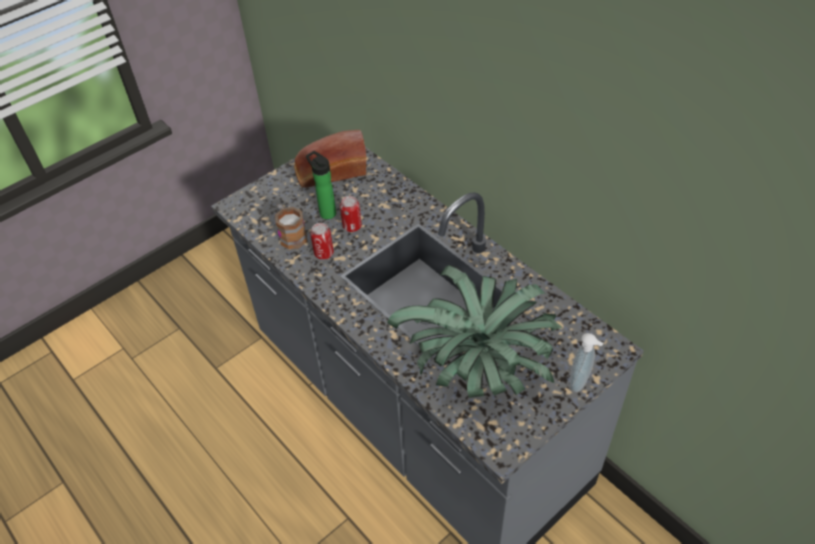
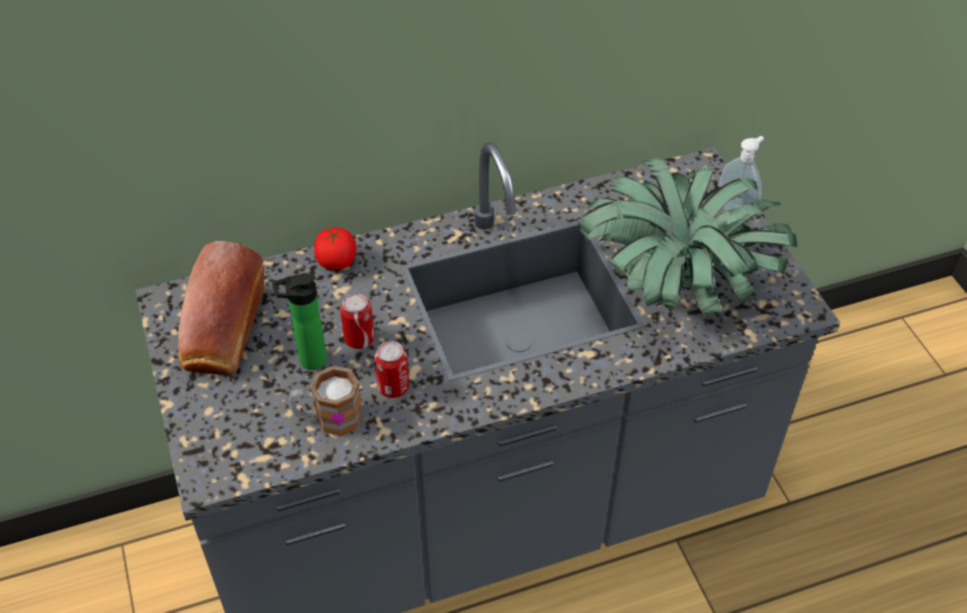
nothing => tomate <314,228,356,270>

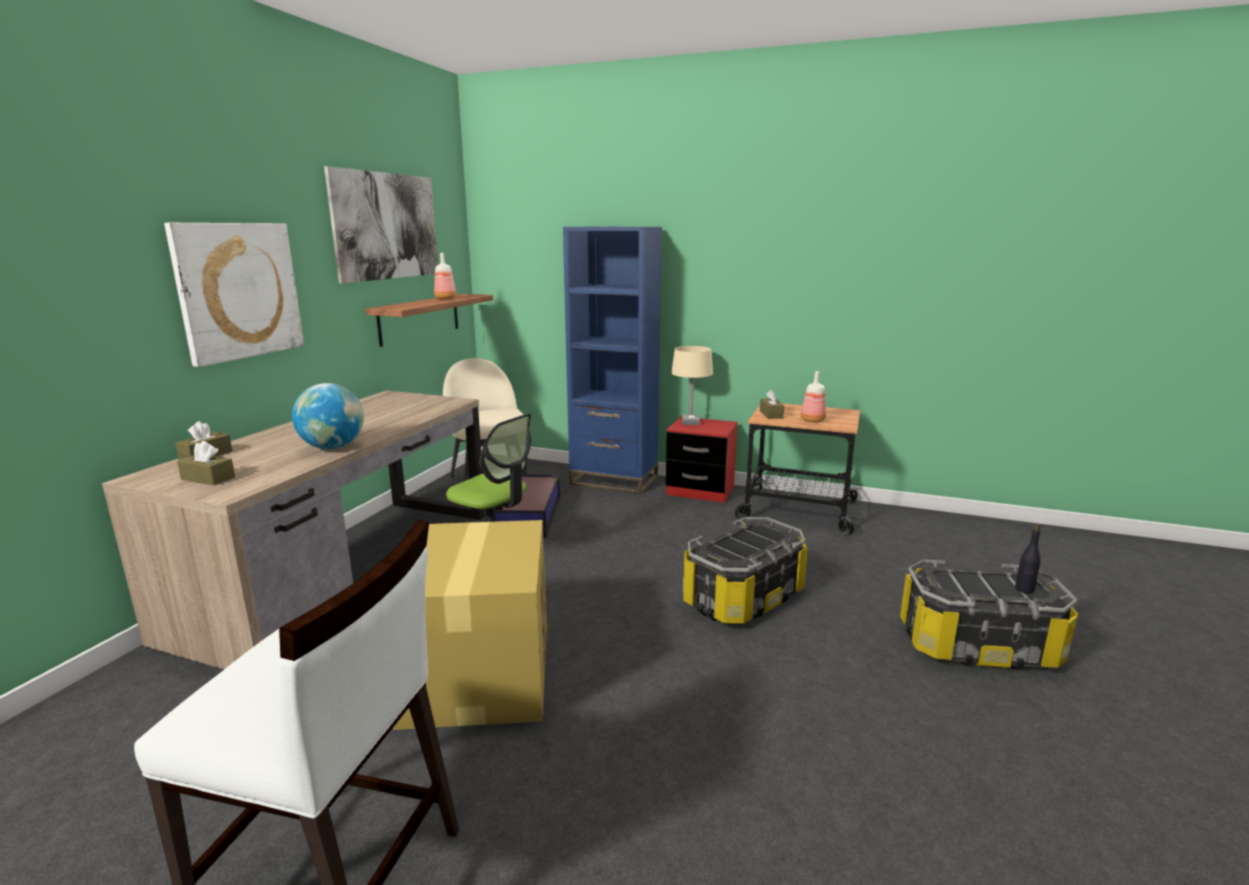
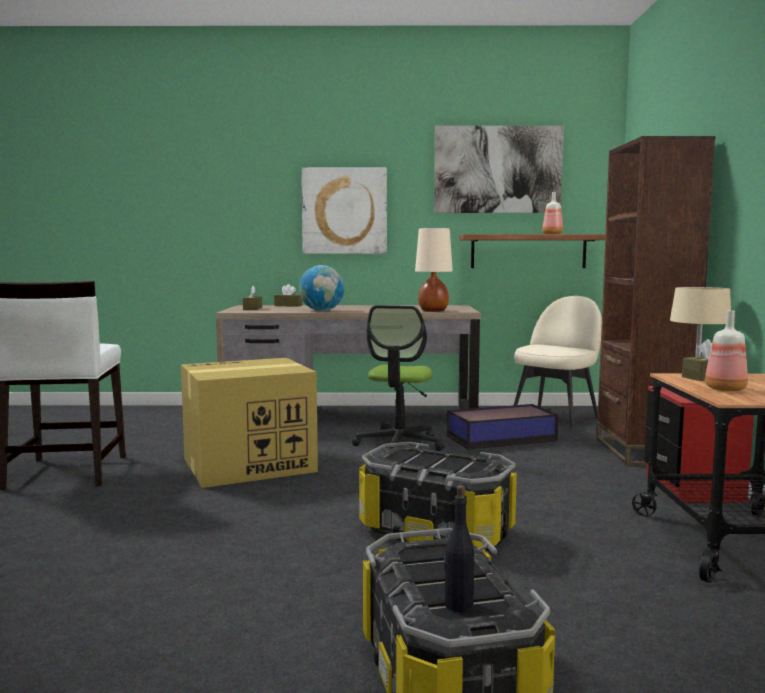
nothing => lámpara de mesa [beis] <415,228,453,312>
estantería [azul] <563,227,662,494> => estantería [marrón] <596,136,716,466>

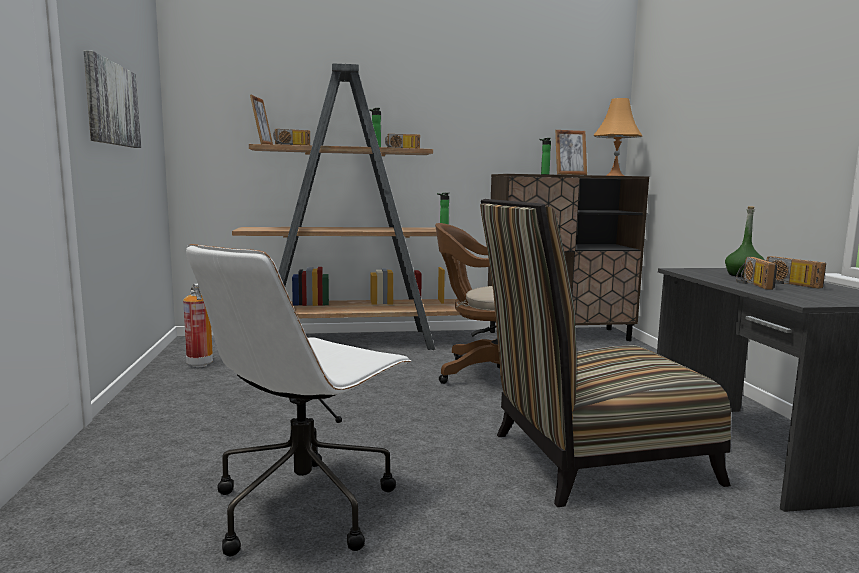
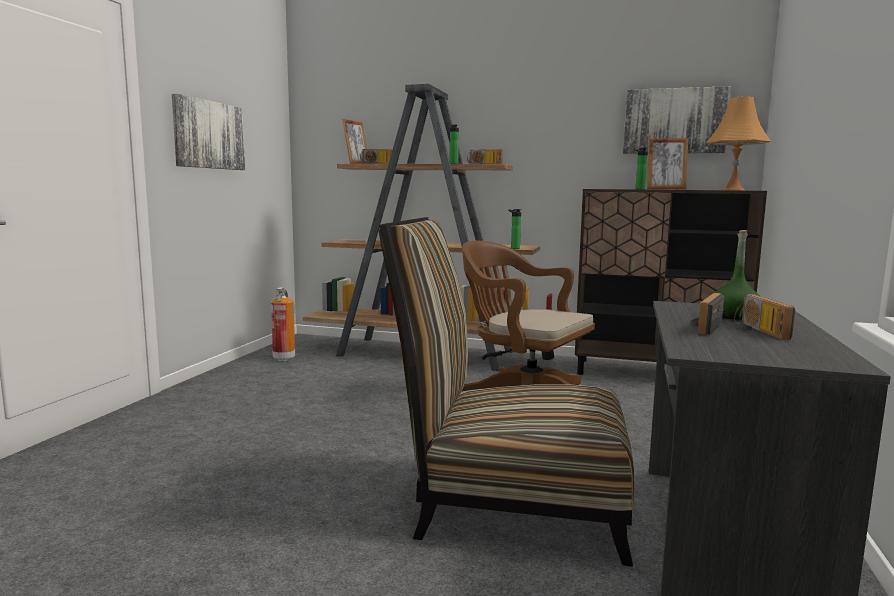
nothing => cuadro <623,86,731,154>
silla de oficina [blanco] <186,244,412,556> => nothing

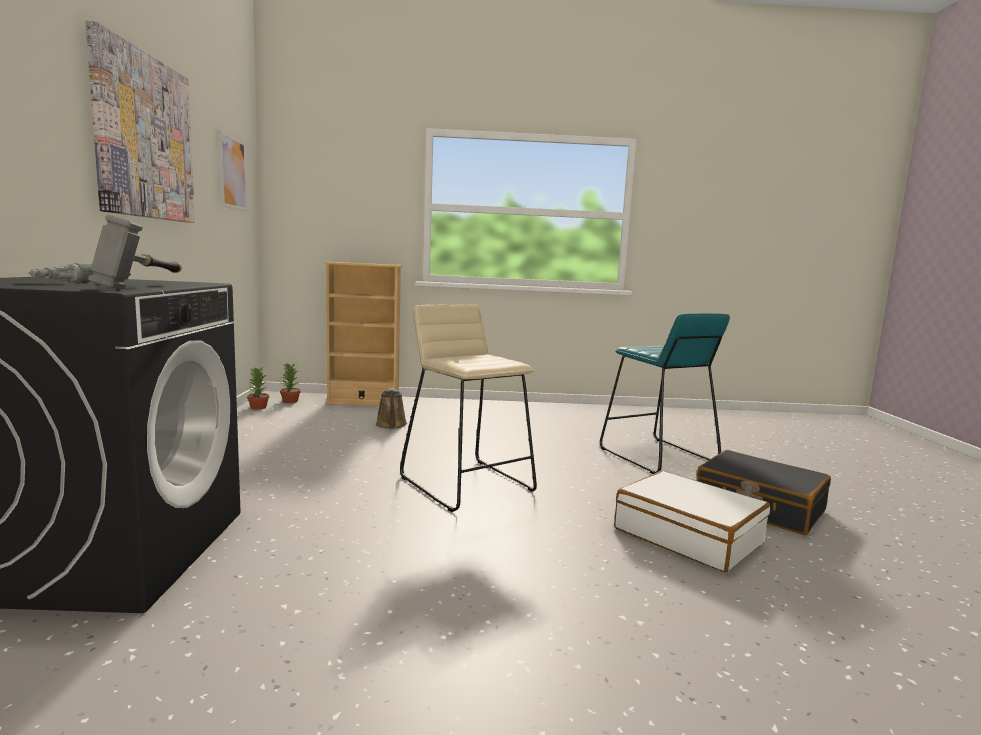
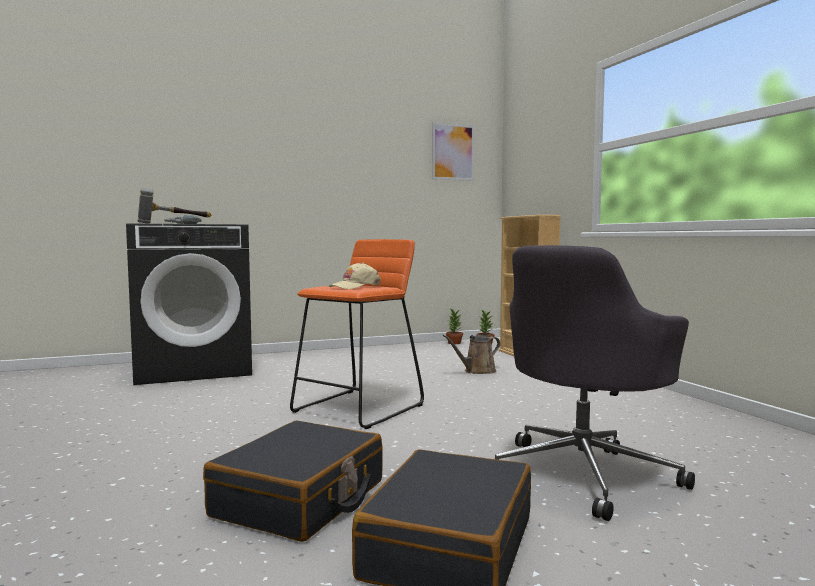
maleta [blanco] <614,471,770,572> => maleta [negro] <203,420,382,542>
taburete [beis] <400,304,537,512> => taburete [naranja] <290,239,424,429>
nothing => gorra [beis] <329,263,381,289>
taburete [turquesa] <600,313,730,474> => silla de oficina [gris] <495,245,695,521>
cuadro <85,21,195,223> => nothing

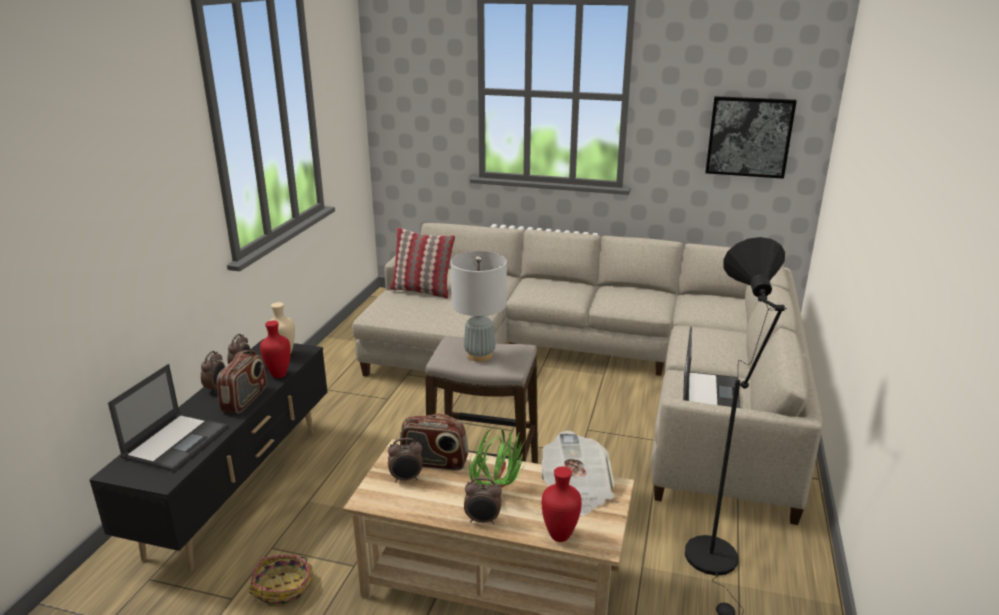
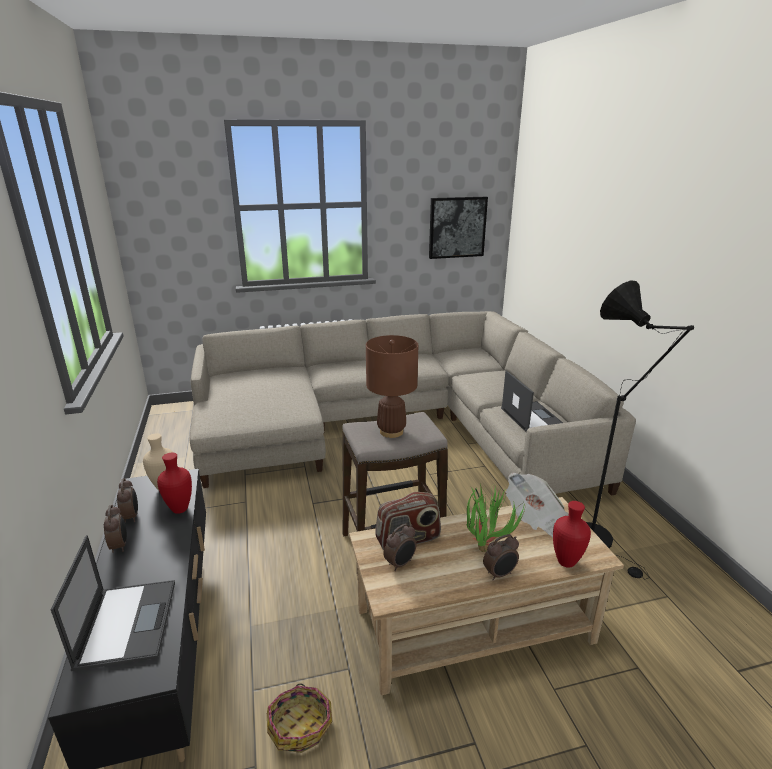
lámpara de mesa [gris] <451,251,507,362> => lámpara de mesa [marrón] <366,335,418,438>
radio <217,350,267,414> => nothing
cojín <390,227,455,298> => nothing

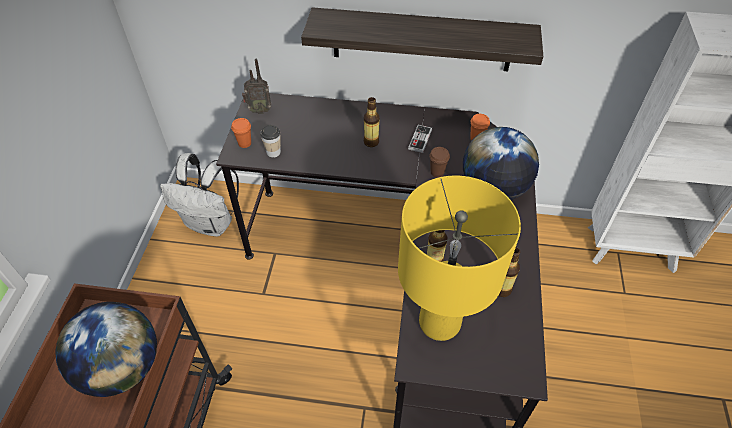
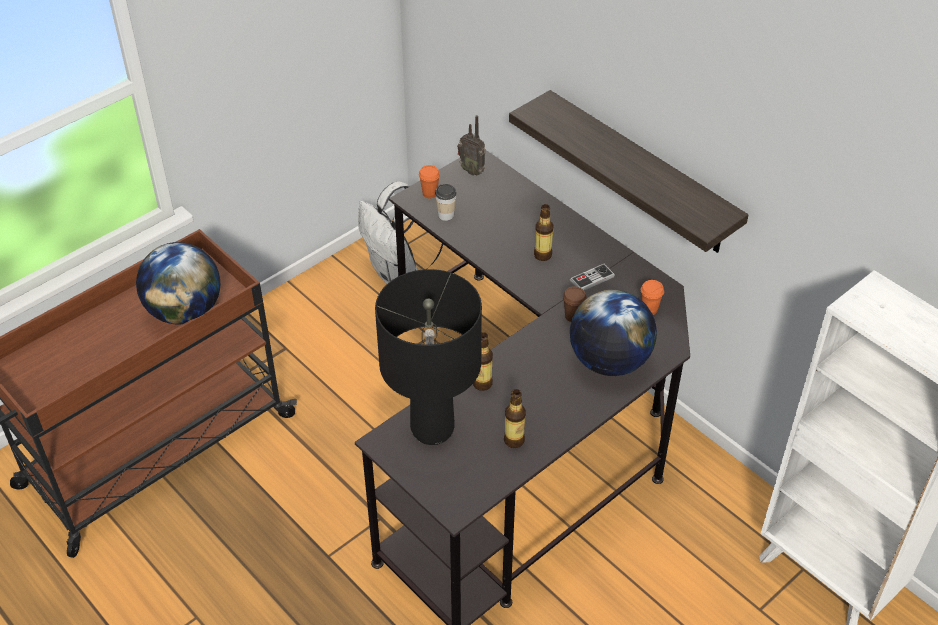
lámpara de mesa [amarillo] <398,176,521,341> => lámpara de mesa [negro] <375,269,482,445>

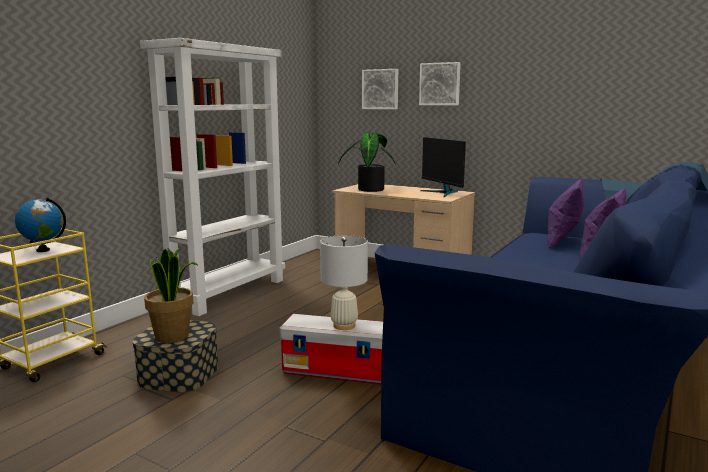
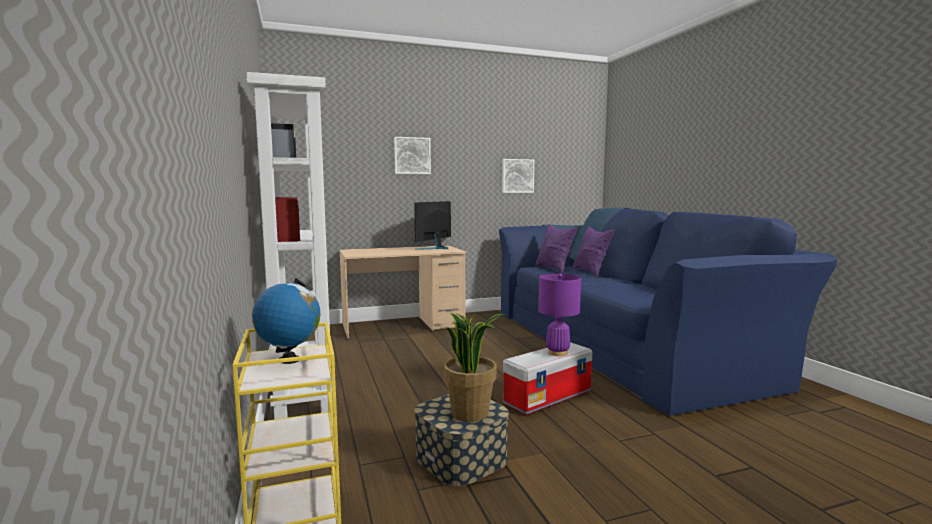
monitor <420,137,466,197> => monitor <414,201,451,250>, 105 degrees clockwise
cuadro <362,69,398,109> => cuadro <502,159,534,193>, moved
lámpara de mesa [blanco] <320,235,368,330> => lámpara de mesa [morado] <538,274,581,356>
planta en maceta <338,132,396,192> => nothing

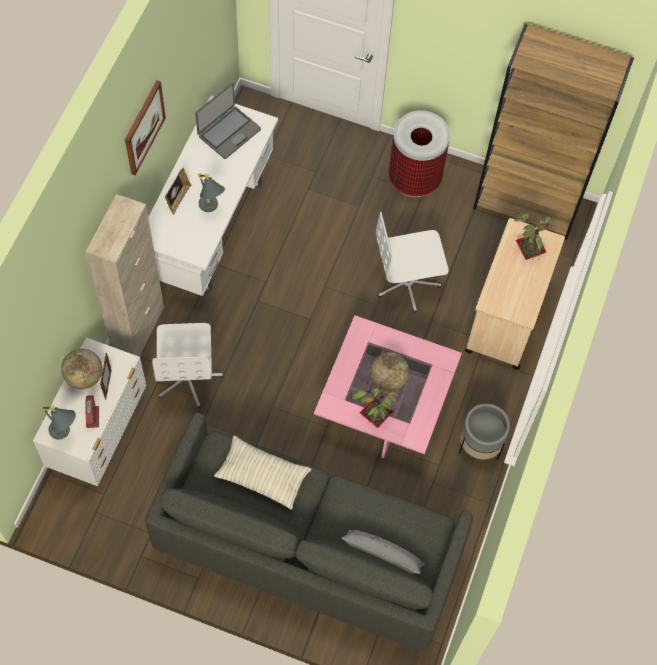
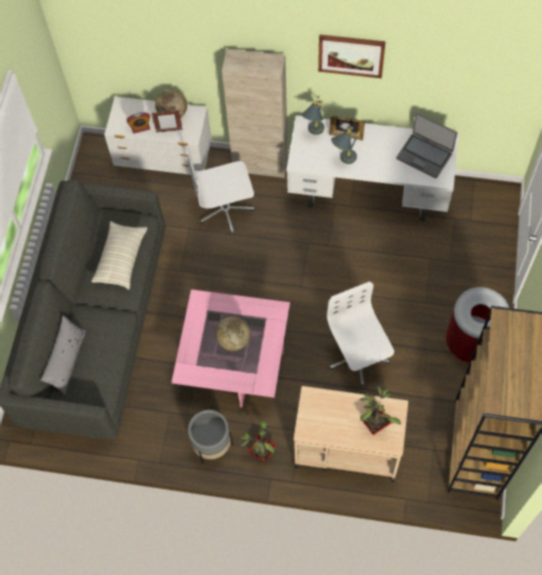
planta en maceta <351,384,400,428> => planta en maceta <239,419,276,462>, moved
lámpara de mesa [gris] <40,405,76,440> => lámpara de mesa [gris] <301,100,324,135>, moved

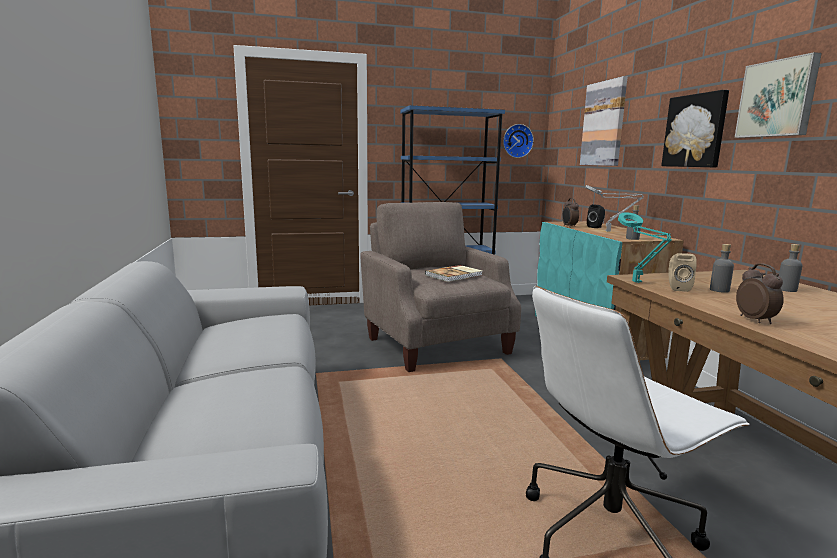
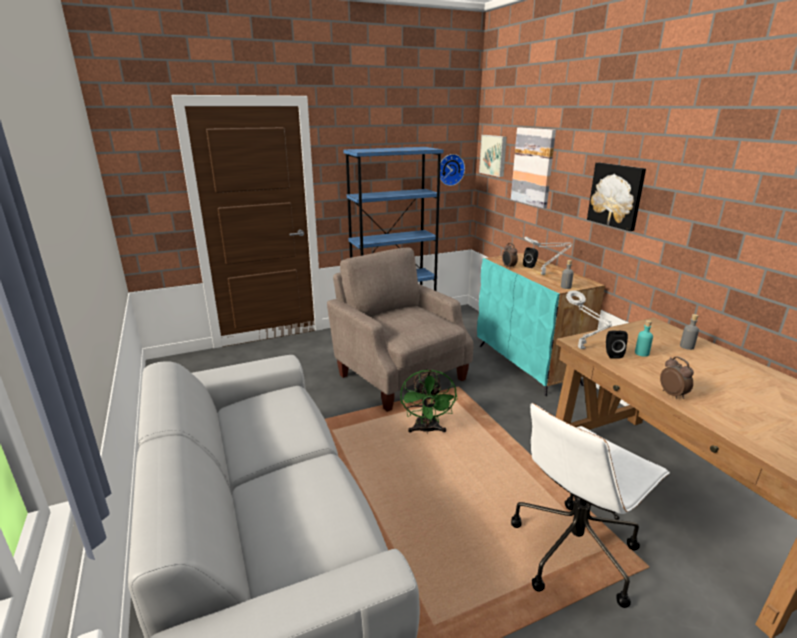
nothing => ventilador [verde] <400,369,458,433>
cuadro <735,52,822,138> => cuadro <479,135,507,177>, moved
lámpara de mesa [turquesa] <618,212,672,283> => lámpara de mesa [gris] <566,290,612,349>
altavoz [beis] <668,253,697,292> => altavoz [negro] <606,331,628,358>
botella [gris] <710,244,734,293> => botella [turquesa] <635,320,653,357>
libro <425,265,483,282> => nothing

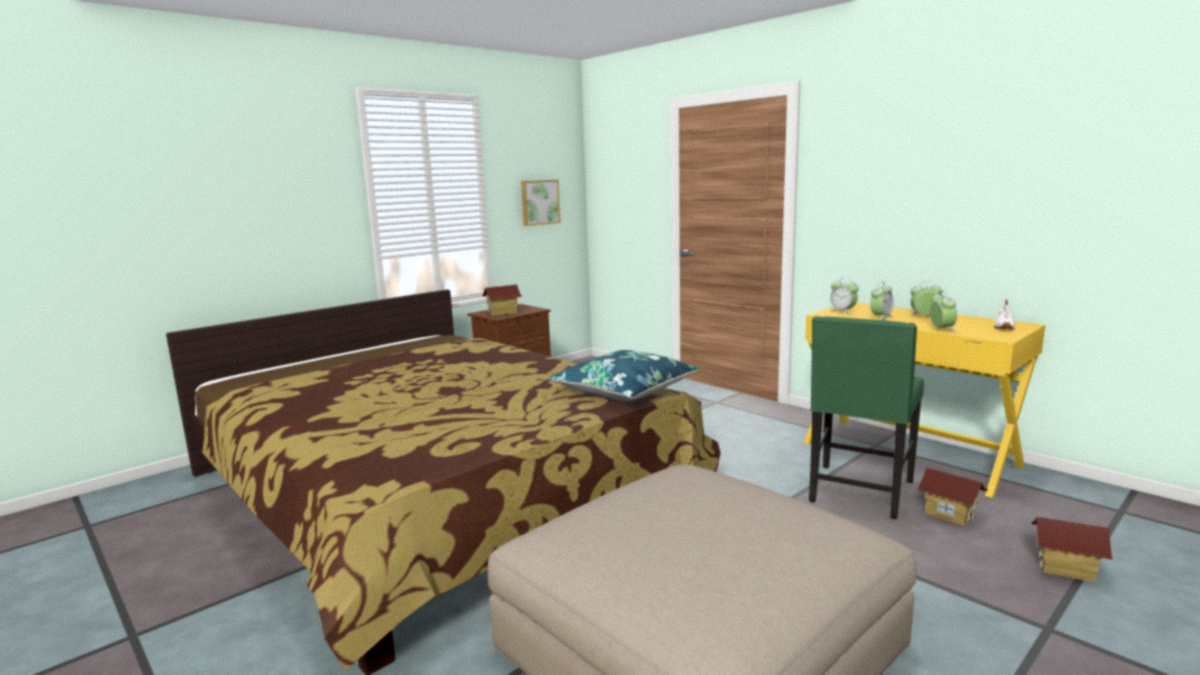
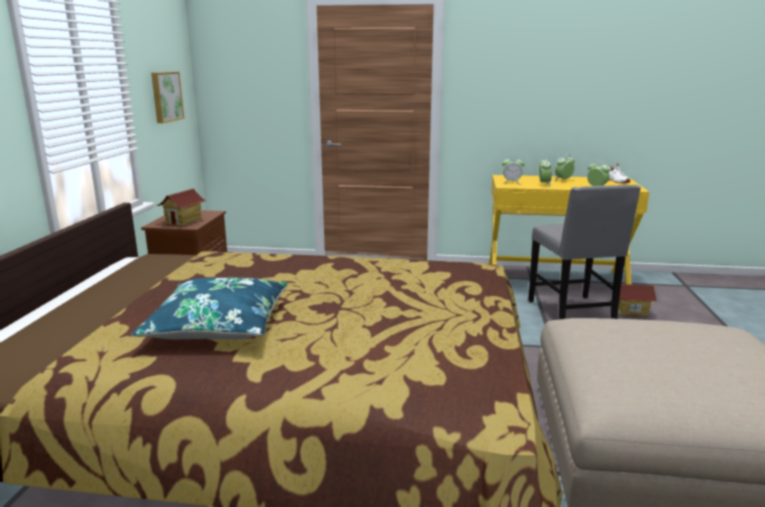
cojín [azul] <549,350,699,401> => cojín [azul] <131,278,288,340>, moved
silla [verde] <809,316,924,519> => silla [gris] <528,185,641,319>
casita <1031,517,1113,582> => nothing

